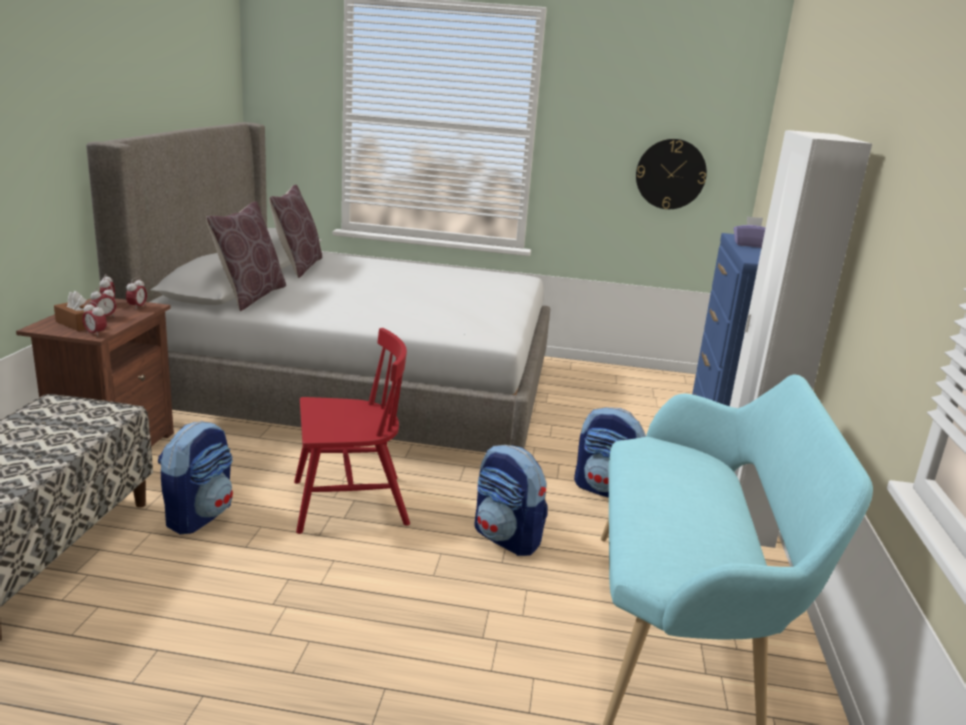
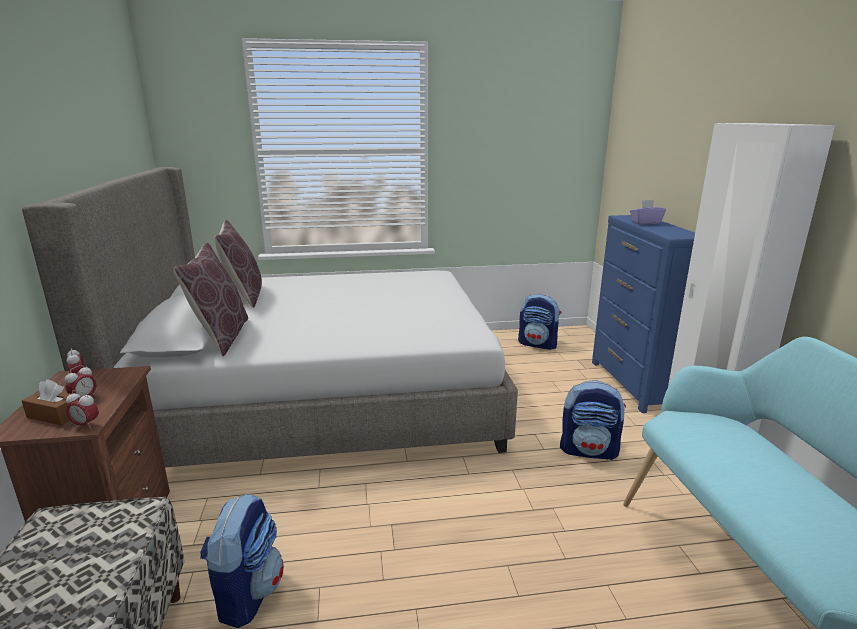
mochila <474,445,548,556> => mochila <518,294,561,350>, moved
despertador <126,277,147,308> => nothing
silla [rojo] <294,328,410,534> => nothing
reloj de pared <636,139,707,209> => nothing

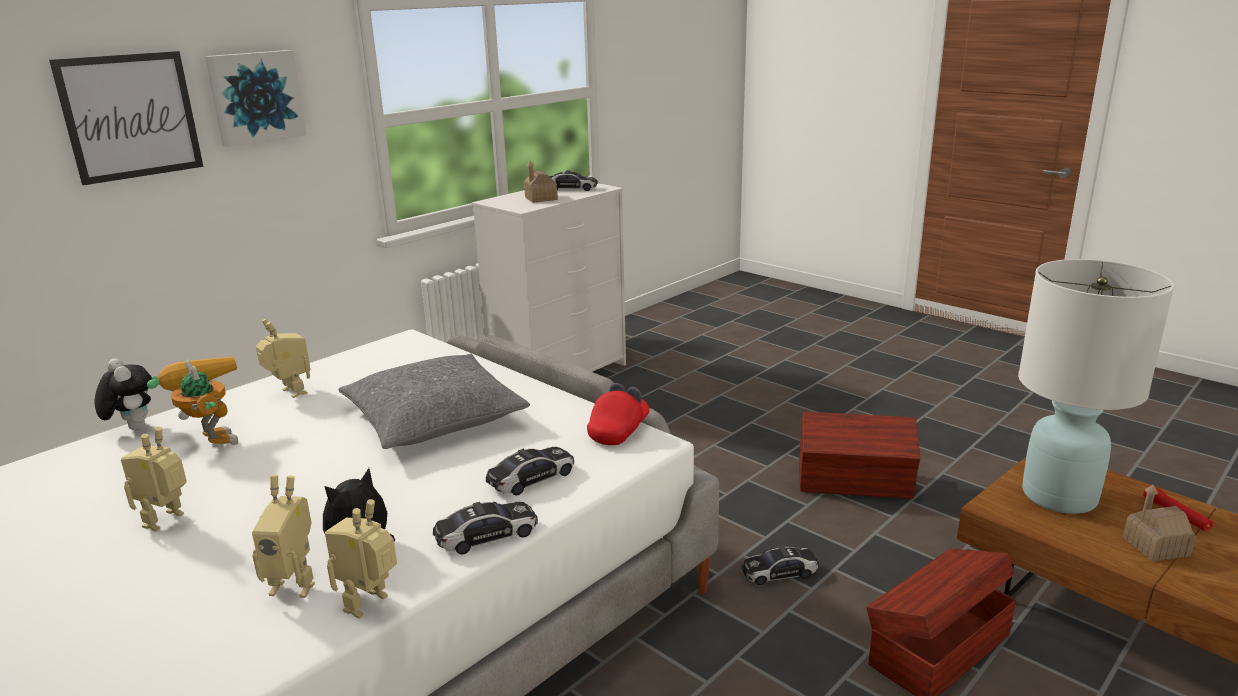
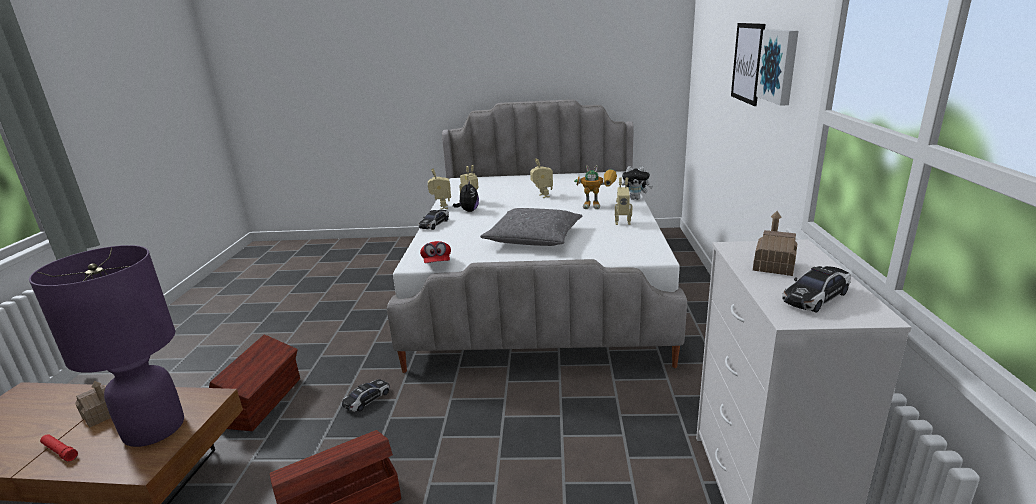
lámpara de mesa [blanco] <1018,259,1174,514> => lámpara de mesa [morado] <29,245,184,447>
coche de juguete <486,447,574,496> => nothing

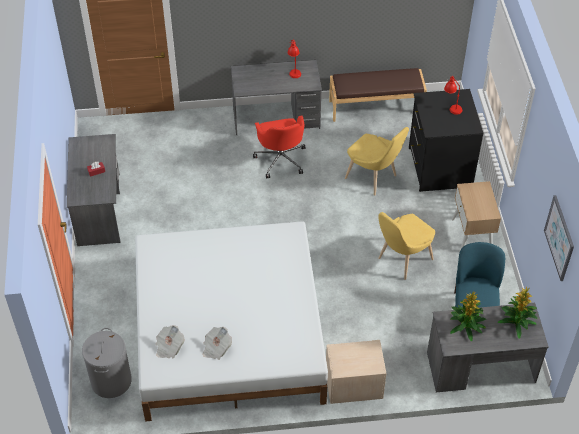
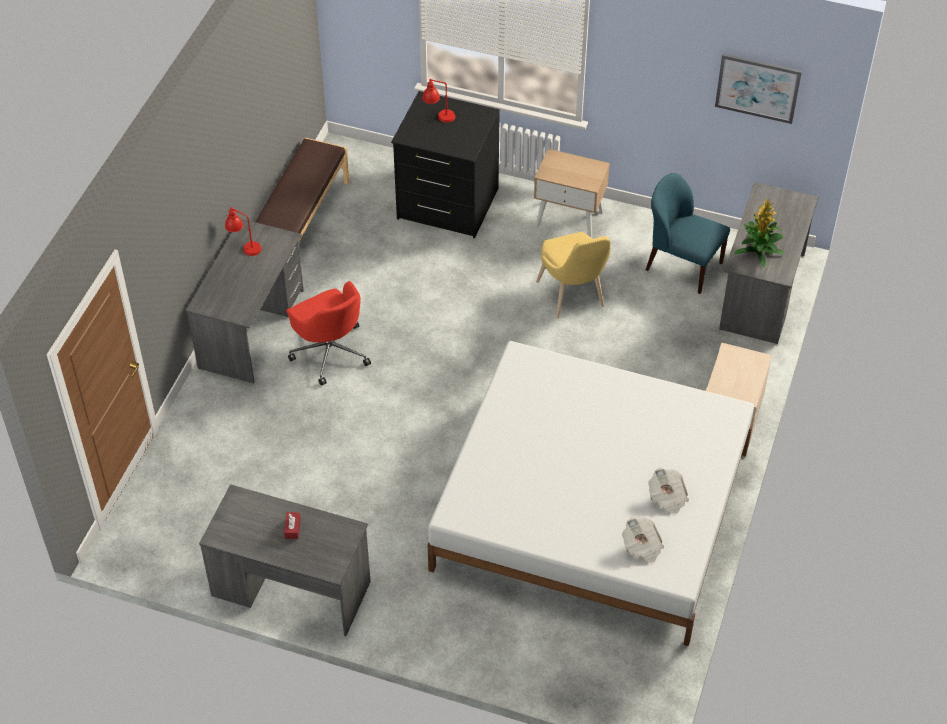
silla de oficina [rojo] <253,116,305,178> => silla de oficina [rojo] <286,281,371,386>, 45 degrees clockwise
cesto de la ropa [gris] <82,328,132,398> => nothing
silla [amarillo] <345,127,409,195> => nothing
planta en maceta <497,287,538,338> => nothing

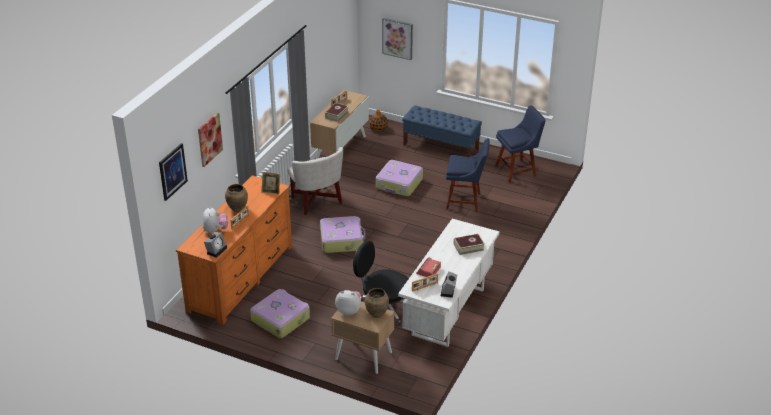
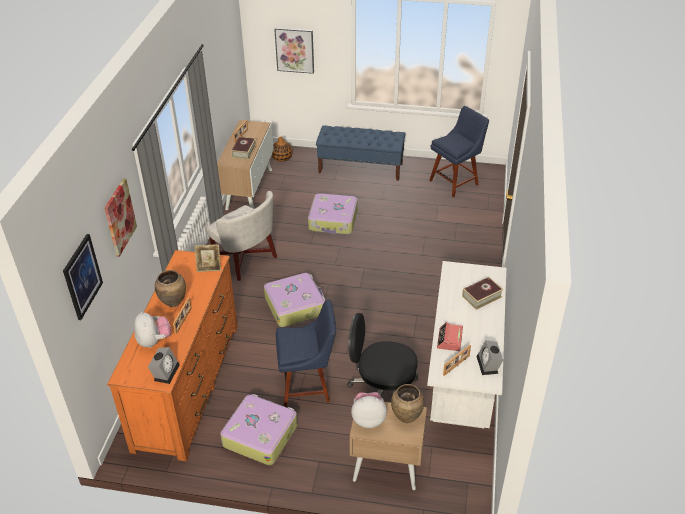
silla [azul] <446,138,489,212> => silla [azul] <276,300,336,407>, moved

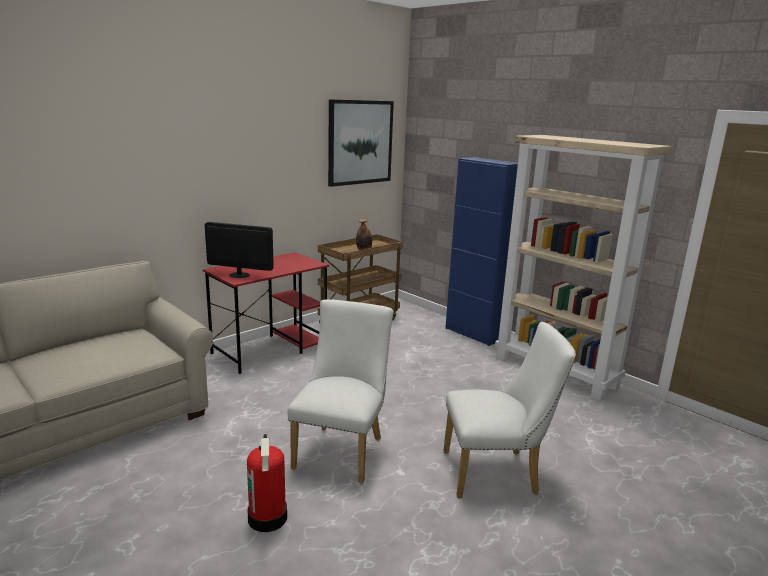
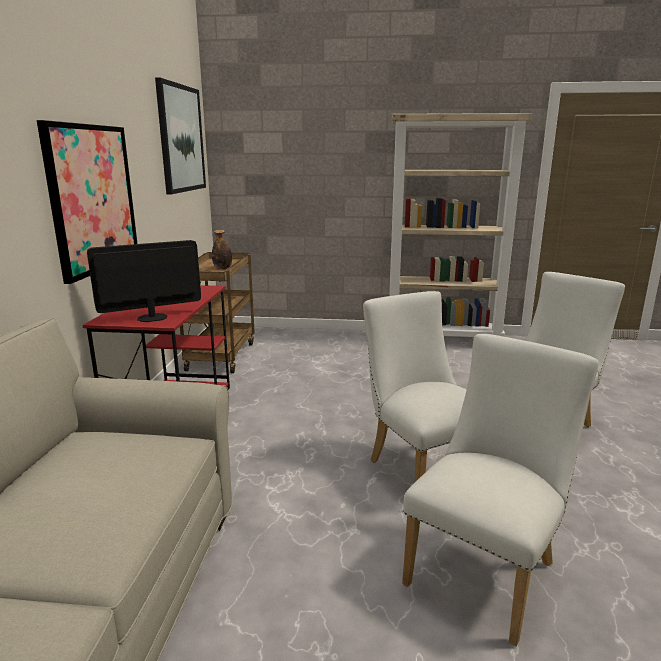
nothing => cuadro <37,120,138,284>
extintor <247,434,287,532> => silla [blanco] <402,334,599,647>
armario [azul] <445,157,518,346> => nothing

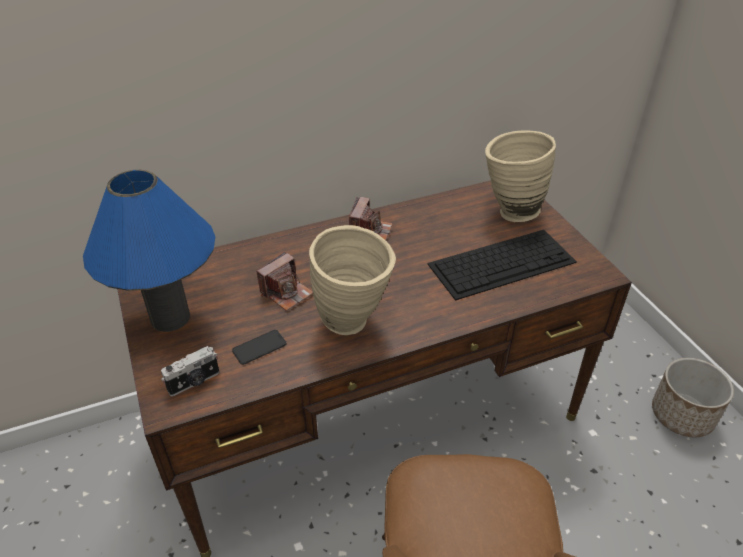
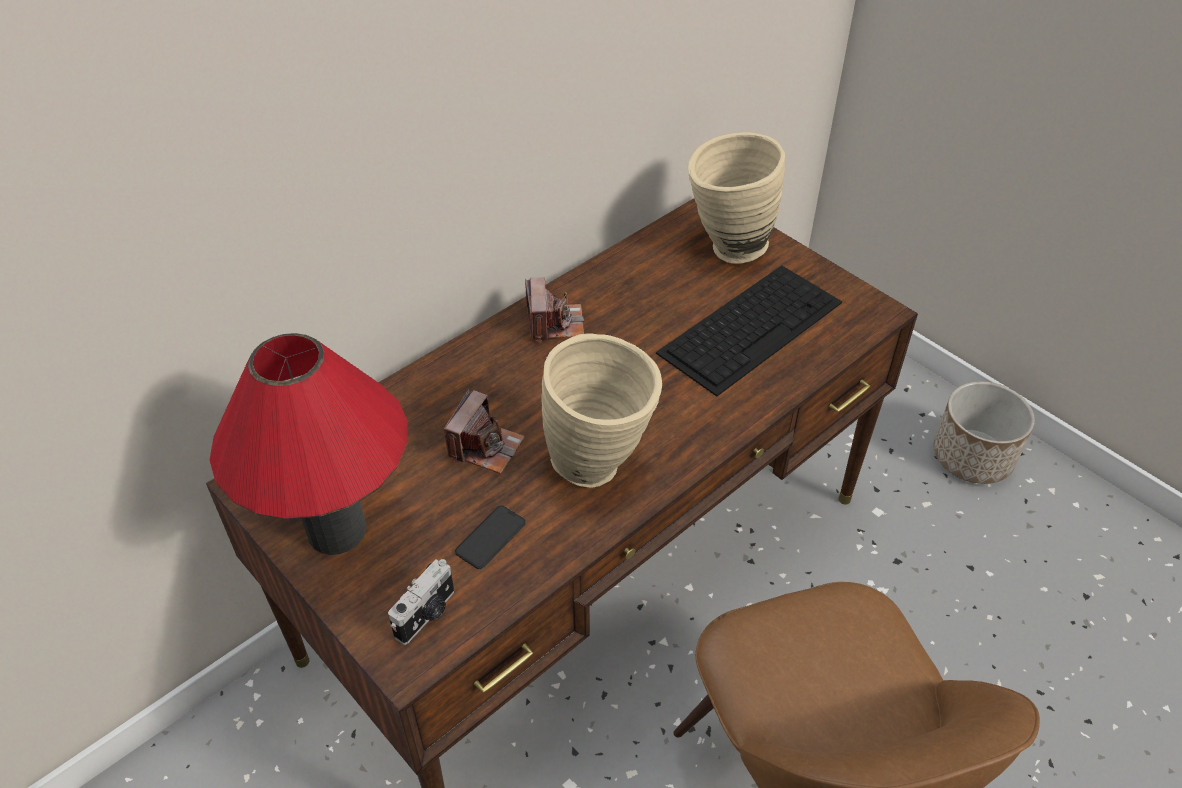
lámpara de mesa [azul] <83,170,215,332> => lámpara de mesa [rojo] <210,333,408,555>

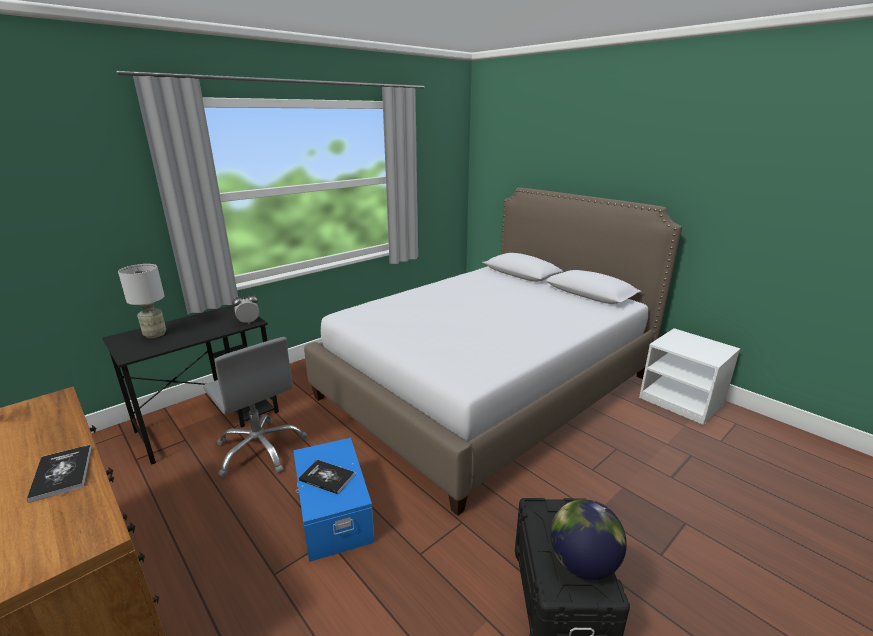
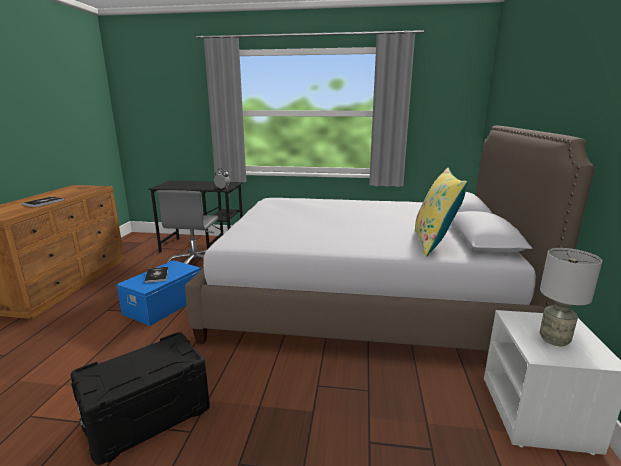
nothing => cojín [amarillo] <415,168,468,257>
lámpara de mesa [gris] <118,264,166,338> => lámpara de mesa [gris] <540,248,602,346>, moved
globo terráqueo <550,499,627,580> => nothing

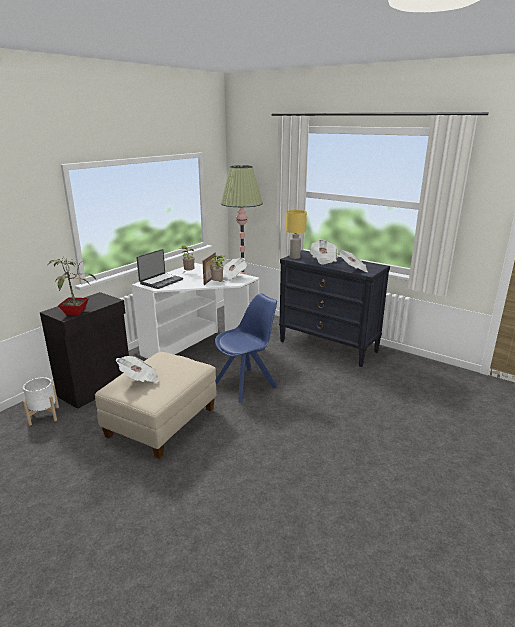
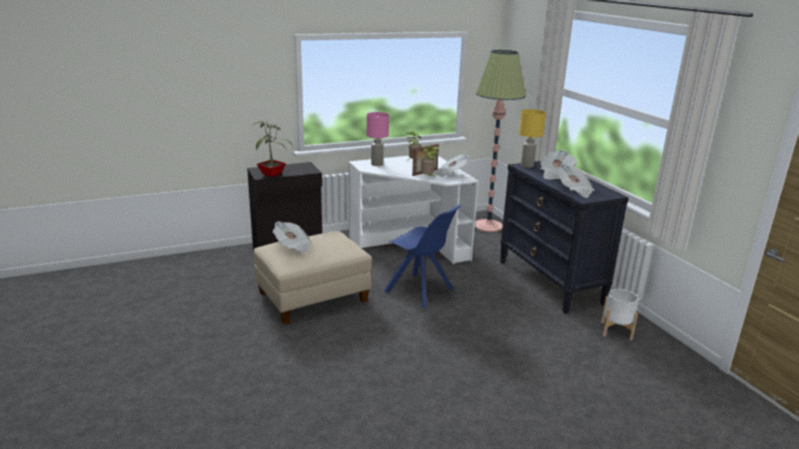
portátil <136,249,183,289> => lámpara de mesa [rosa] <367,112,389,166>
silla [azul] <215,293,277,403> => silla [azul] <384,204,461,308>, 45 degrees clockwise
maceta [blanco] <23,377,59,426> => maceta [blanco] <601,289,638,340>, moved

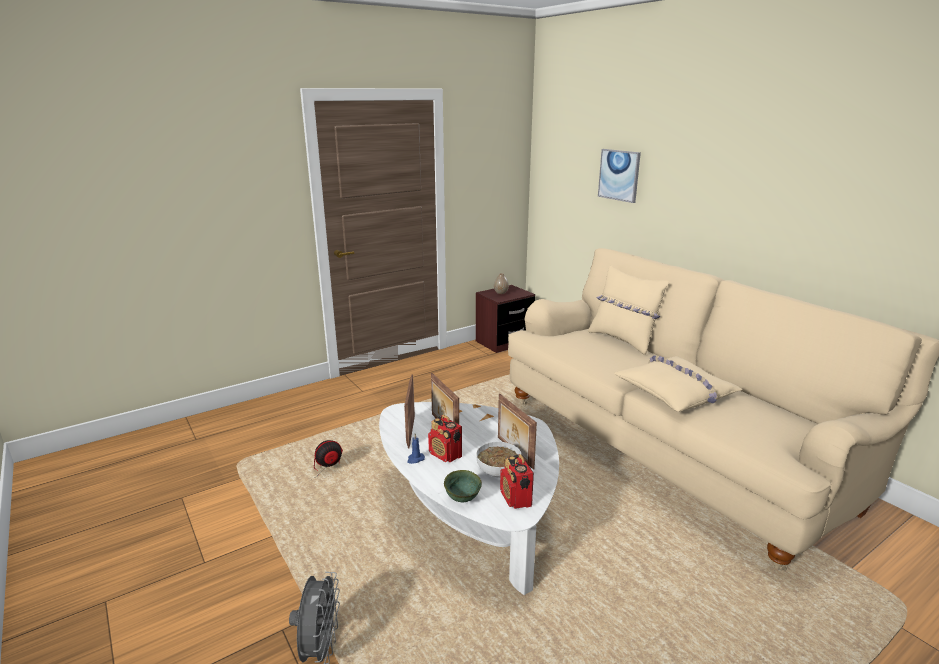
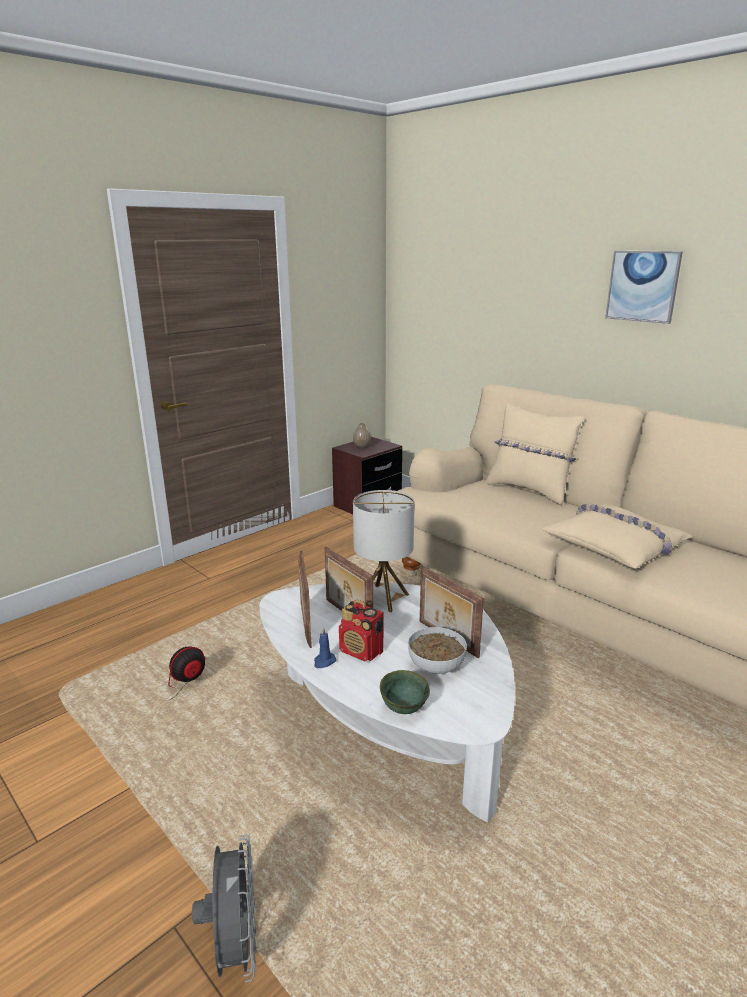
nothing => lámpara de mesa <353,490,415,612>
cuadro <598,149,641,203> => cuadro <605,251,683,324>, moved
radio <500,454,534,509> => nothing

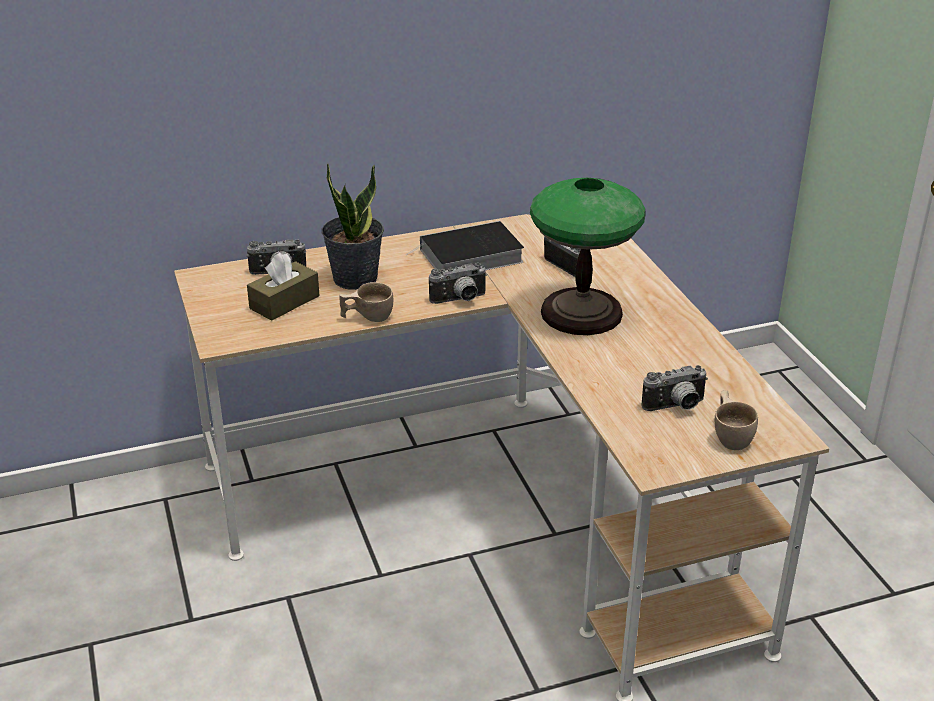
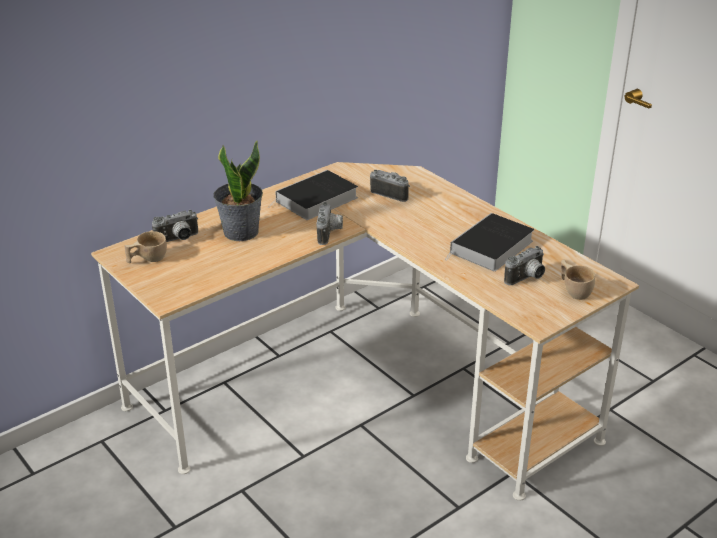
taza [beis] <339,282,393,322> => taza [beis] <124,231,167,263>, moved
cámara <429,263,487,304> => cámara <316,202,343,245>, 45 degrees counterclockwise
nothing => libro <445,213,534,271>
caja de pañuelos [marrón] <247,253,320,321> => nothing
lámpara de mesa <530,178,645,335> => nothing

